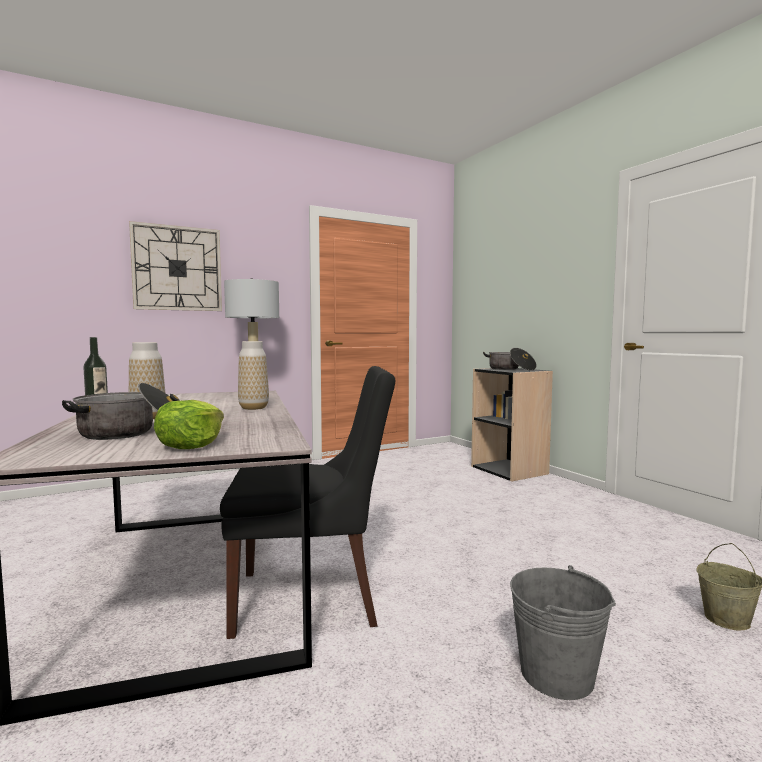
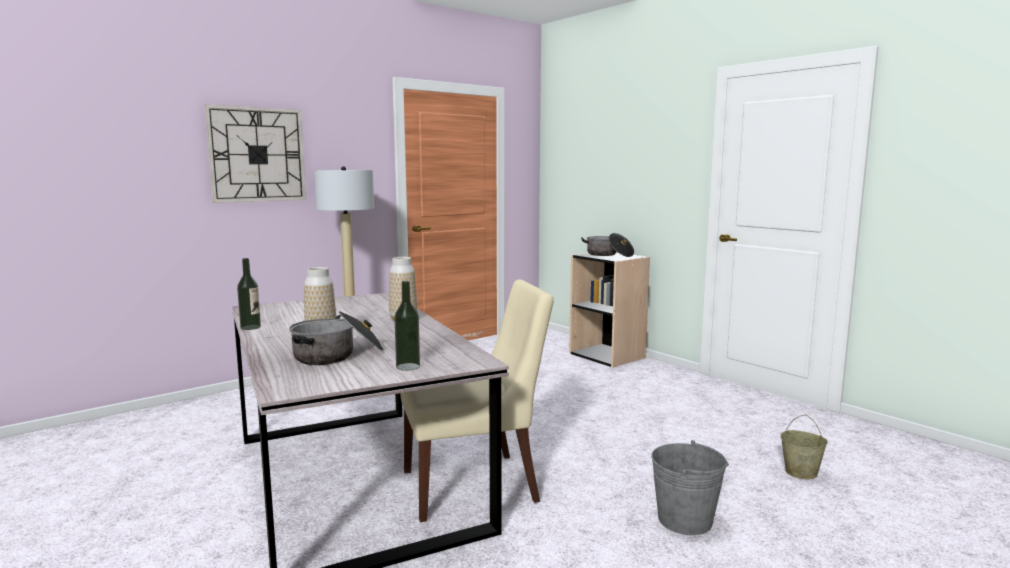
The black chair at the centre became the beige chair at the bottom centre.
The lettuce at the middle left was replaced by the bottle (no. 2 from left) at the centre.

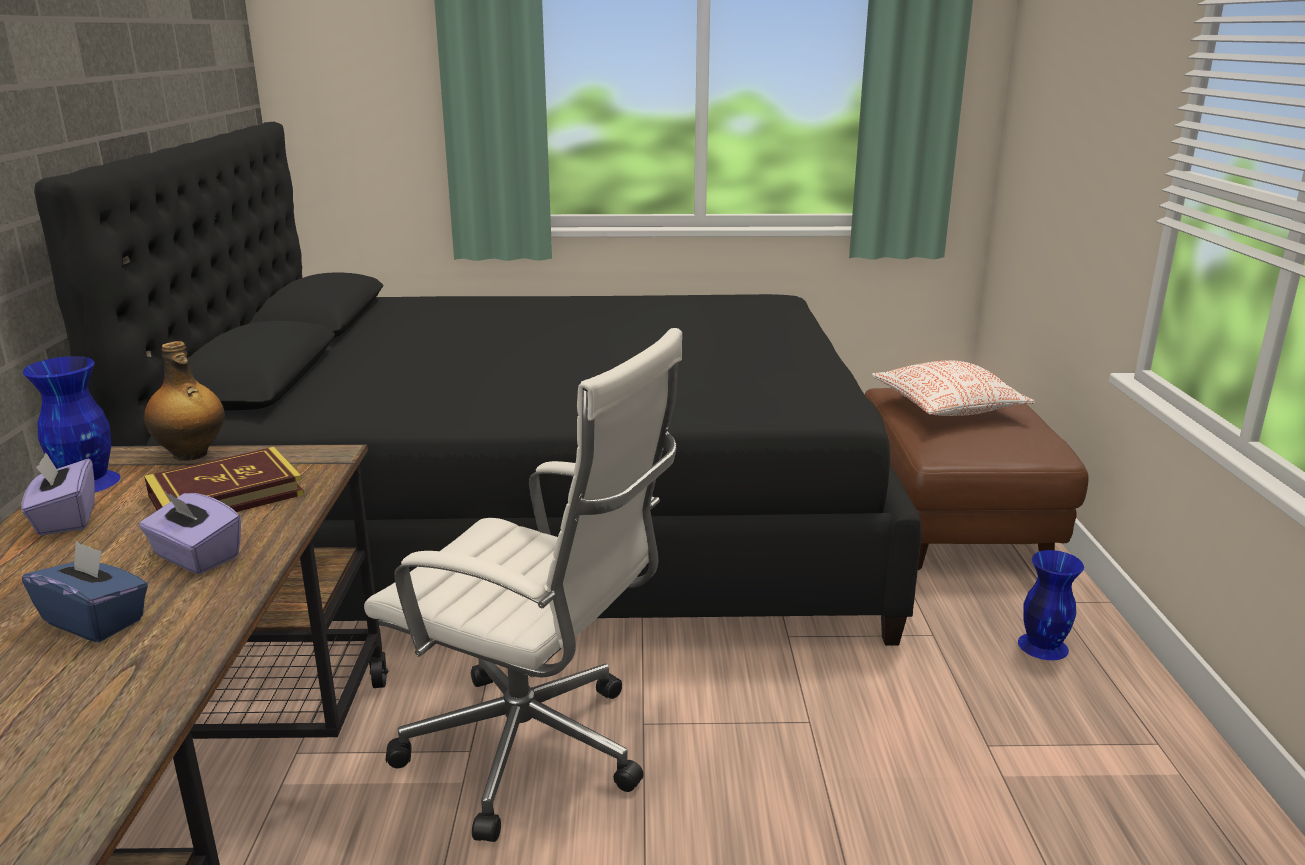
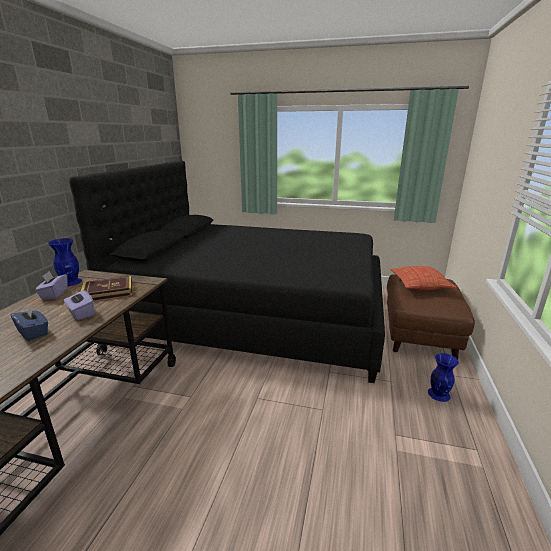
The white office chair at the bottom centre disappeared.
The bottle at the middle left disappeared.
The white pillow at the middle right became the orange pillow at the middle right.

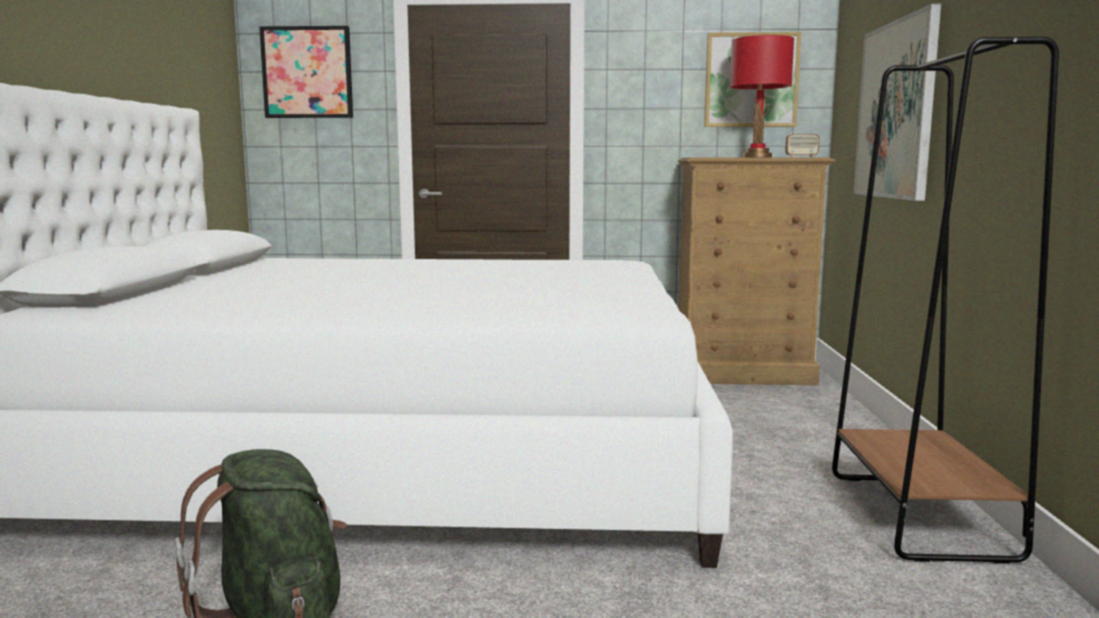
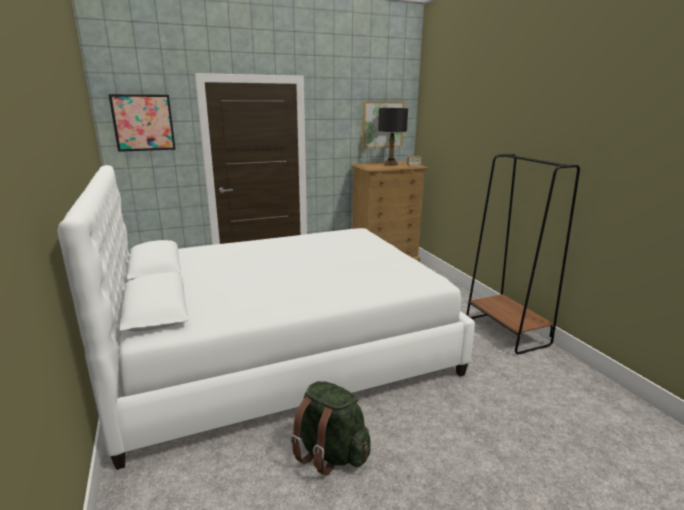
The picture (no. 3 from left) at the top right disappeared.
The red table lamp at the top right became the black table lamp at the top centre.

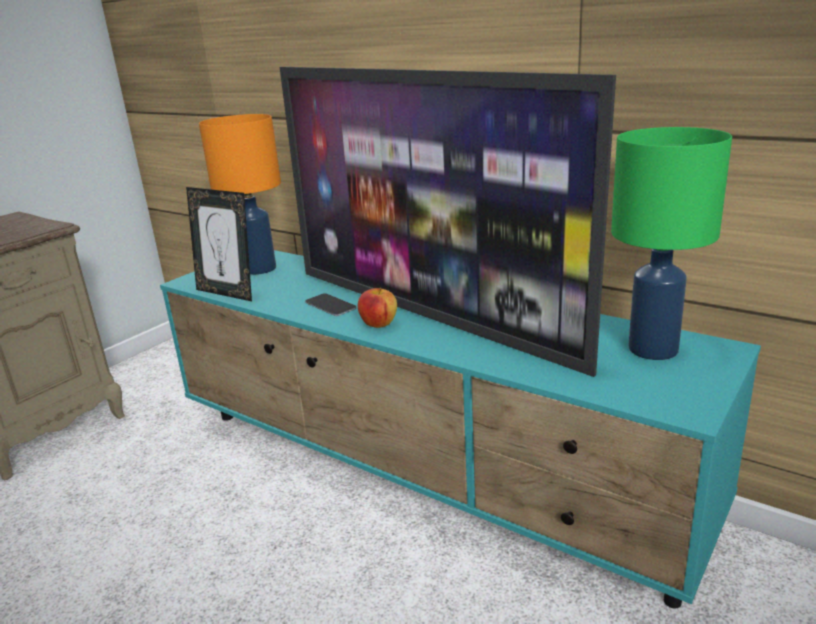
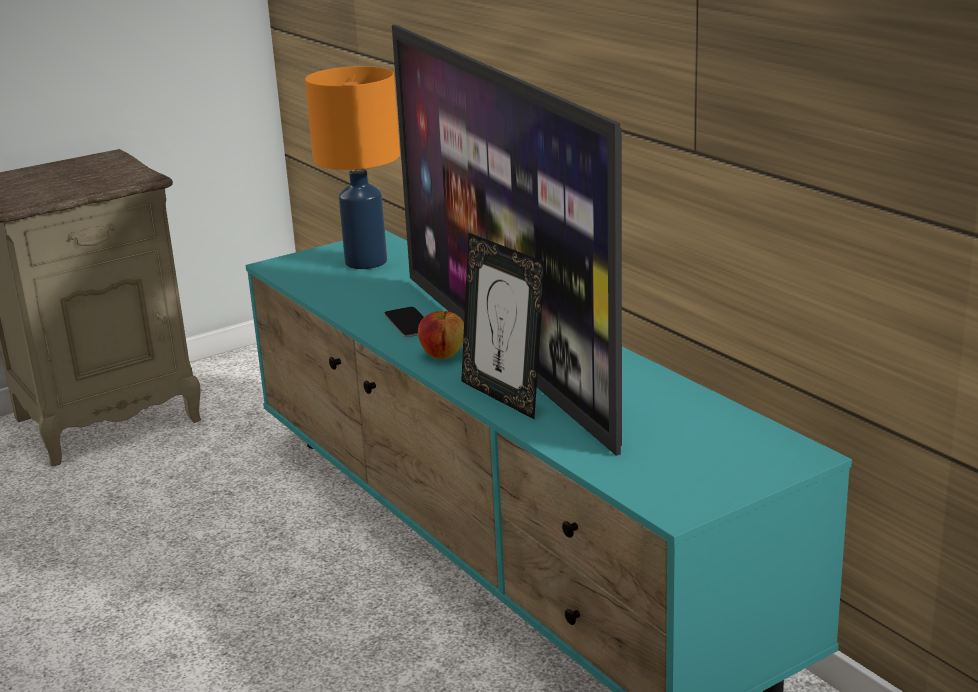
The green table lamp at the middle right disappeared.
The picture frame moved from the middle left to the centre.

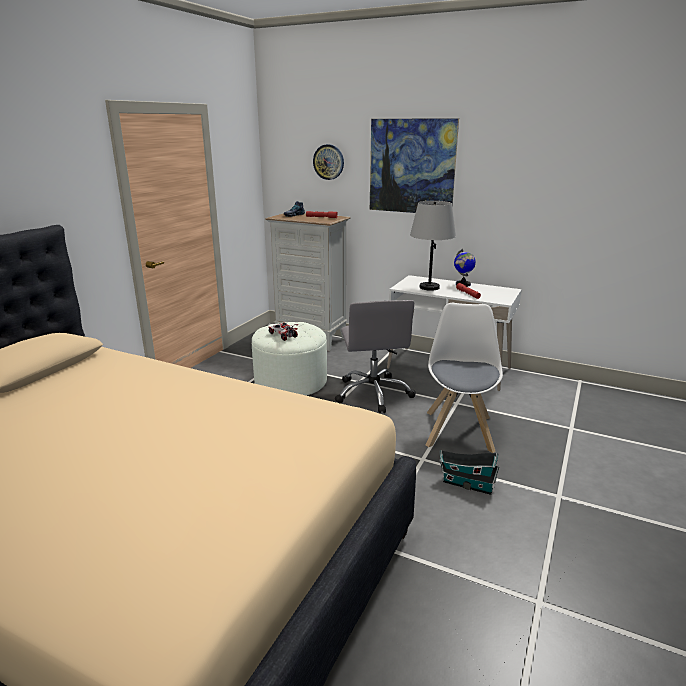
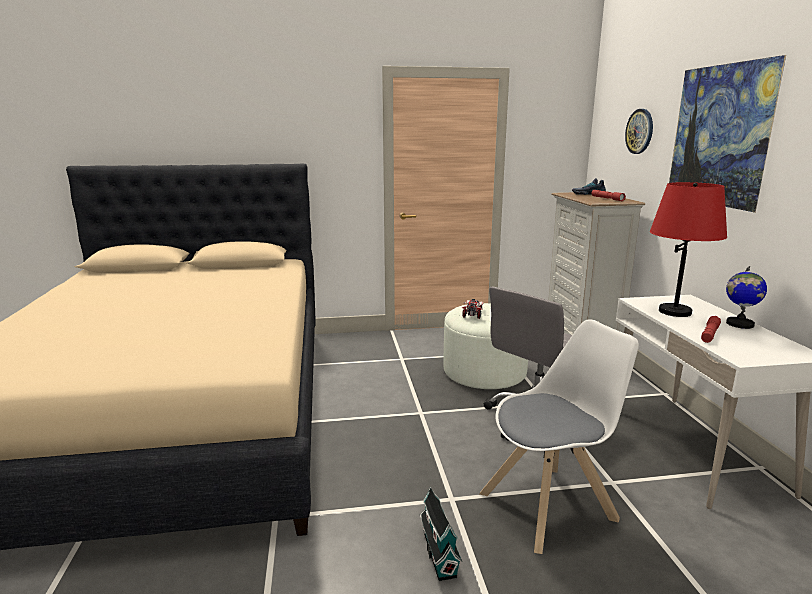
The grey table lamp at the centre became the red table lamp at the middle right.

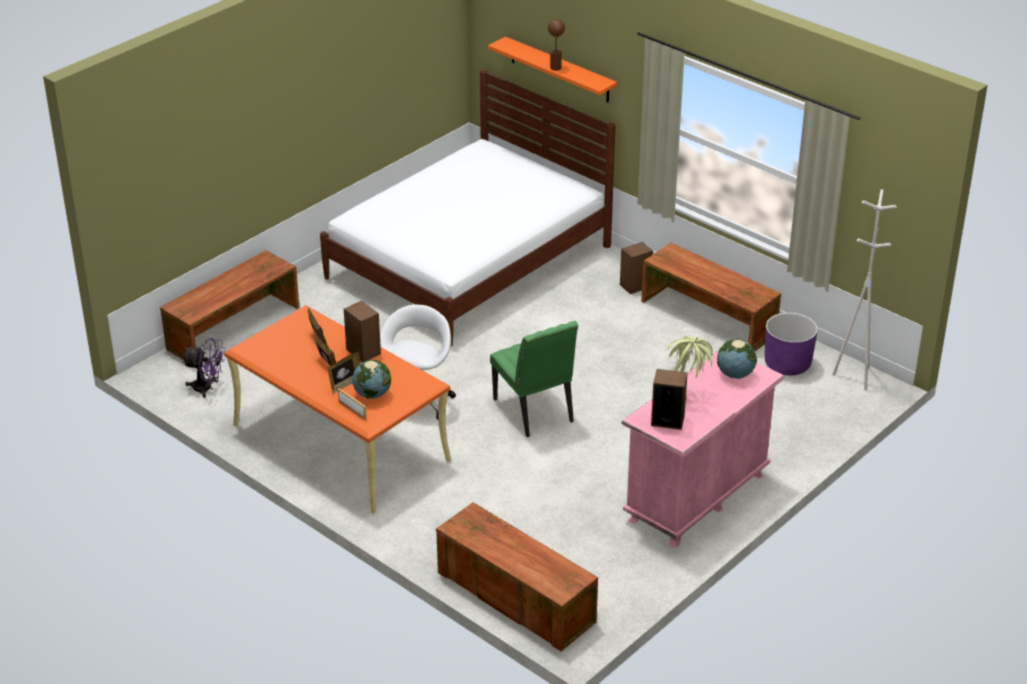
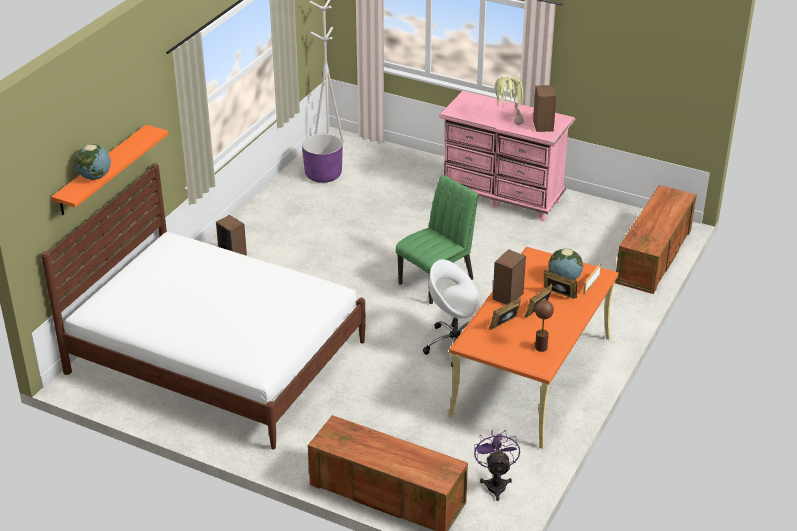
The brown table lamp moved from the top centre to the middle right.
The brown bench (no. 3 from left) at the middle right disappeared.
The globe (no. 2 from left in the first image) moved from the middle right to the top left.

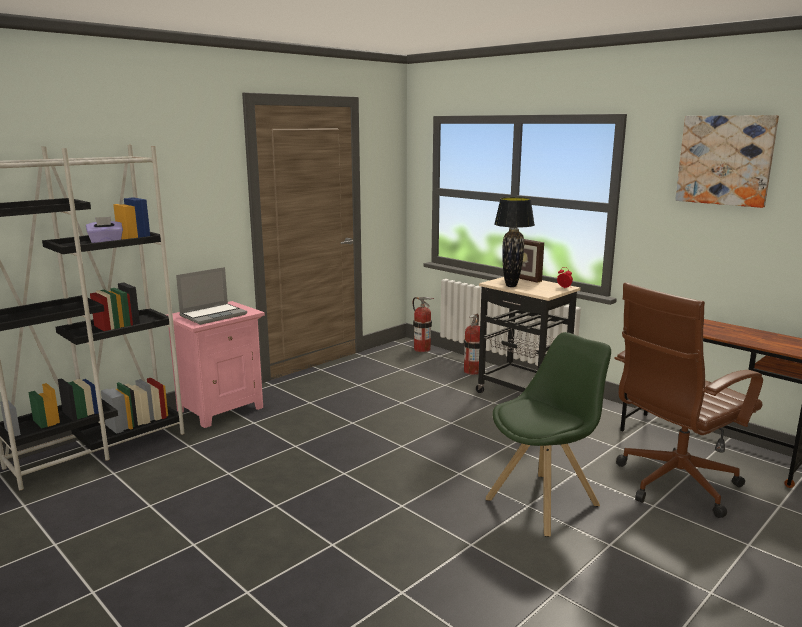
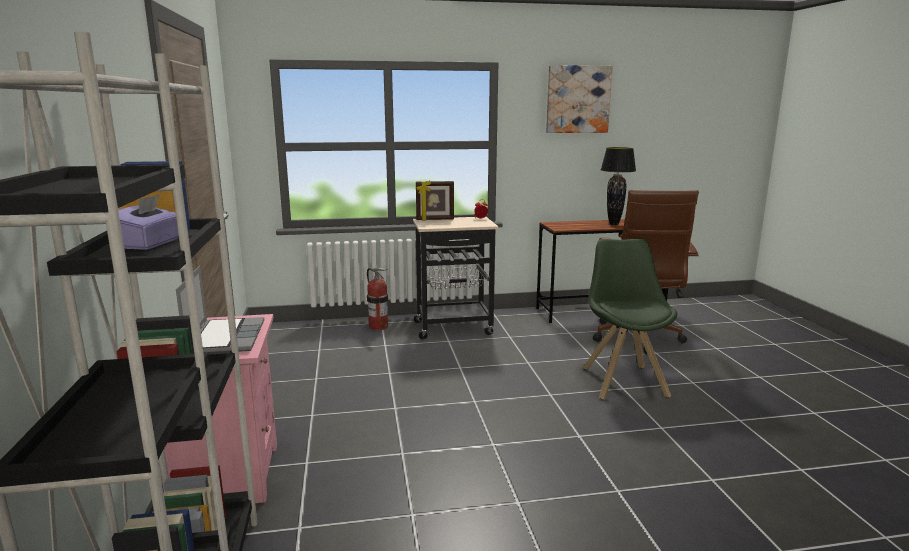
The black table lamp moved from the centre to the middle right.
The fire extinguisher (no. 1 from left) at the centre disappeared.

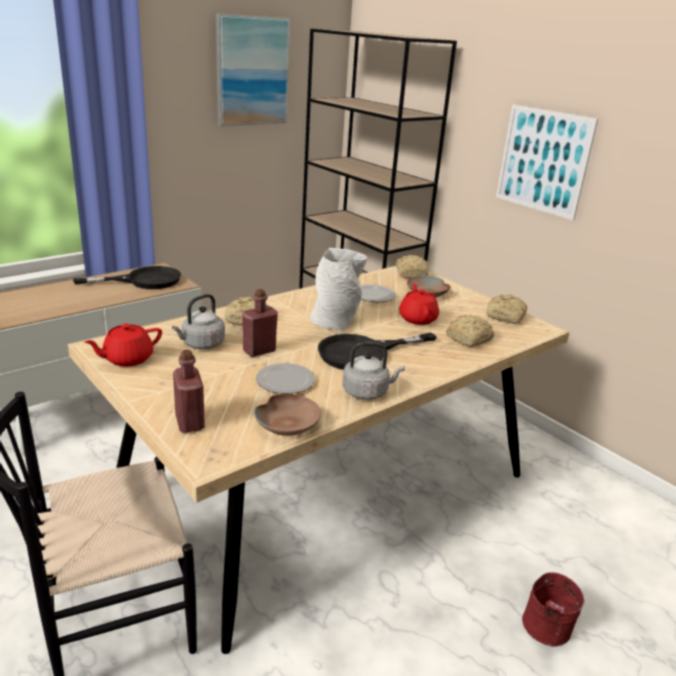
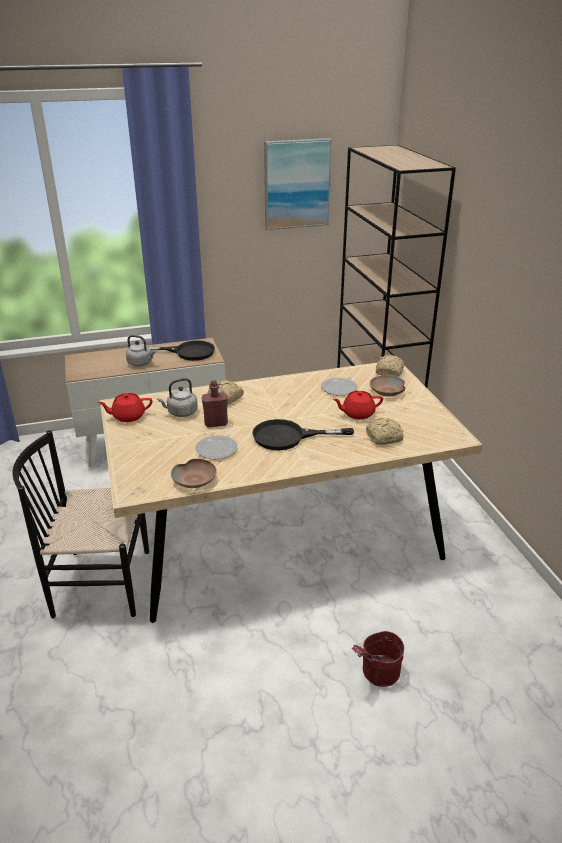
The picture (no. 2 from left) at the top right disappeared.
The grey vase at the centre disappeared.
The red teapot (no. 2 from left) at the centre turned 120 degrees counterclockwise.
The bread (no. 4 from left) at the middle right disappeared.
The grey kettle (no. 2 from left in the first image) moved from the centre to the middle left.
The red bottle (no. 1 from left) at the middle left disappeared.

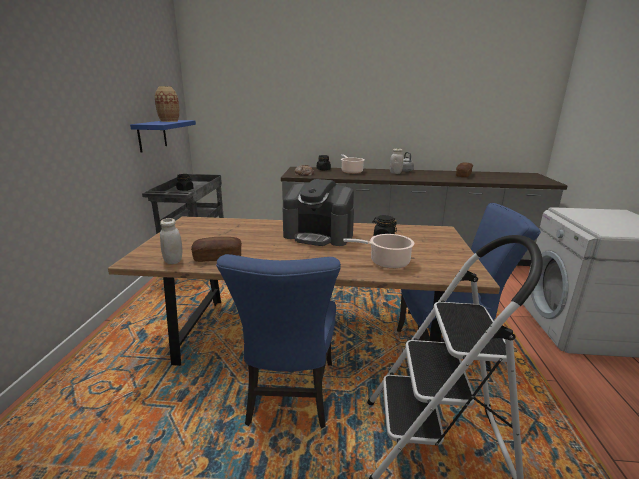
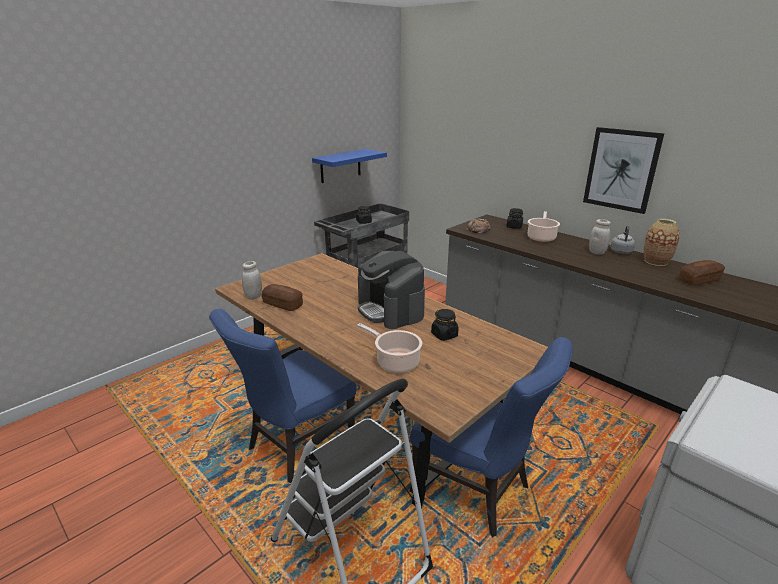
The vase moved from the top left to the middle right.
The picture at the top right appeared.

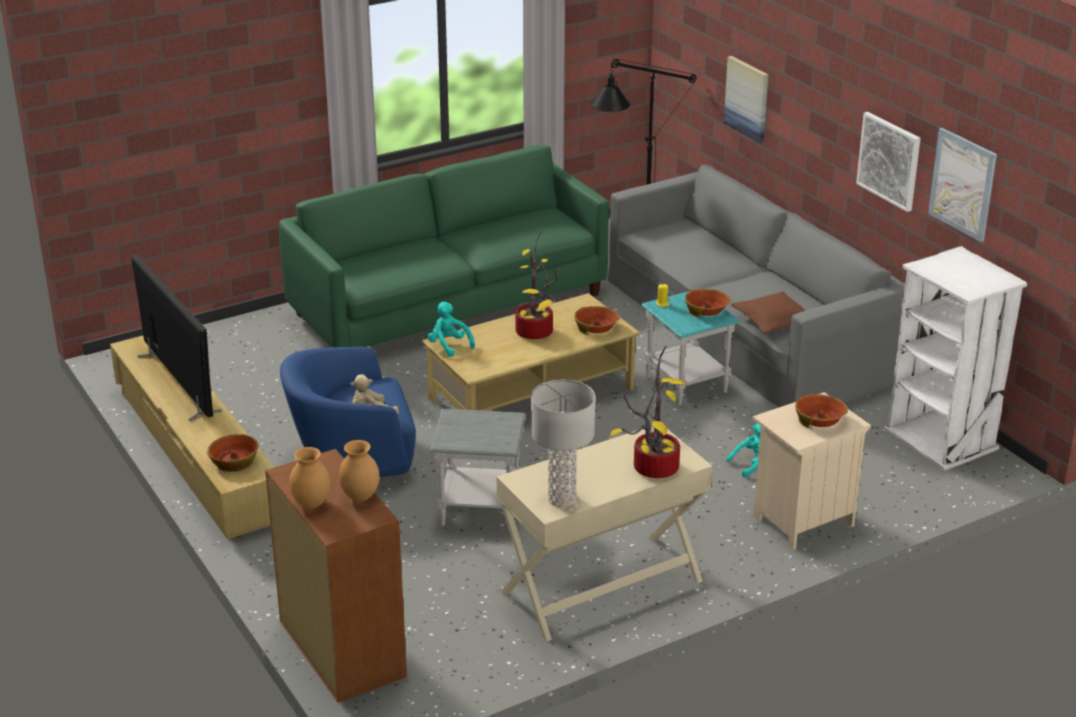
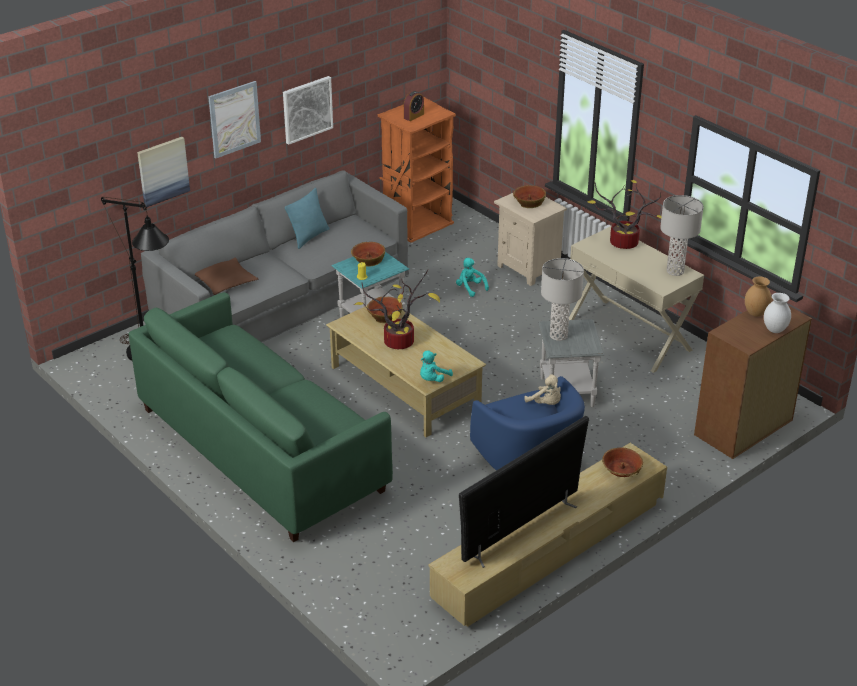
The picture (no. 3 from left in the first image) moved from the top right to the top left.
The white bookcase at the middle right became the orange bookcase at the top centre.
The brown pillow moved from the middle right to the middle left.
The brown vase (no. 1 from left) at the bottom left became the white vase at the middle right.
The alarm clock at the top centre appeared.
The turquoise pillow at the top centre appeared.
The white table lamp (no. 1 from left) at the centre appeared.

